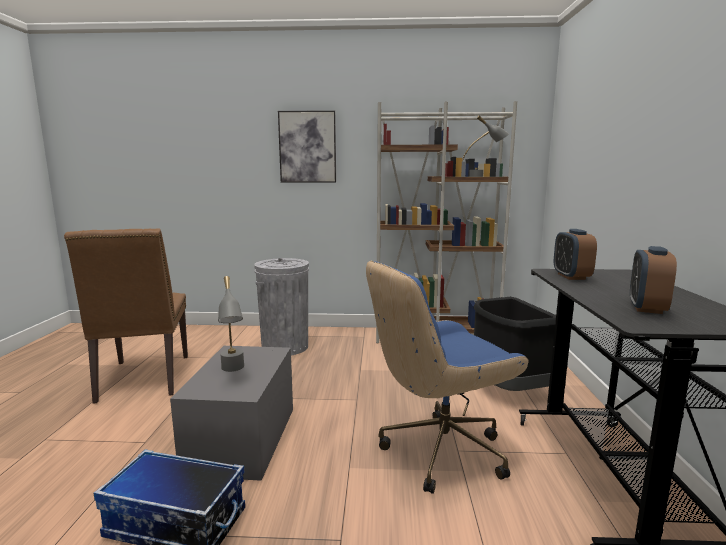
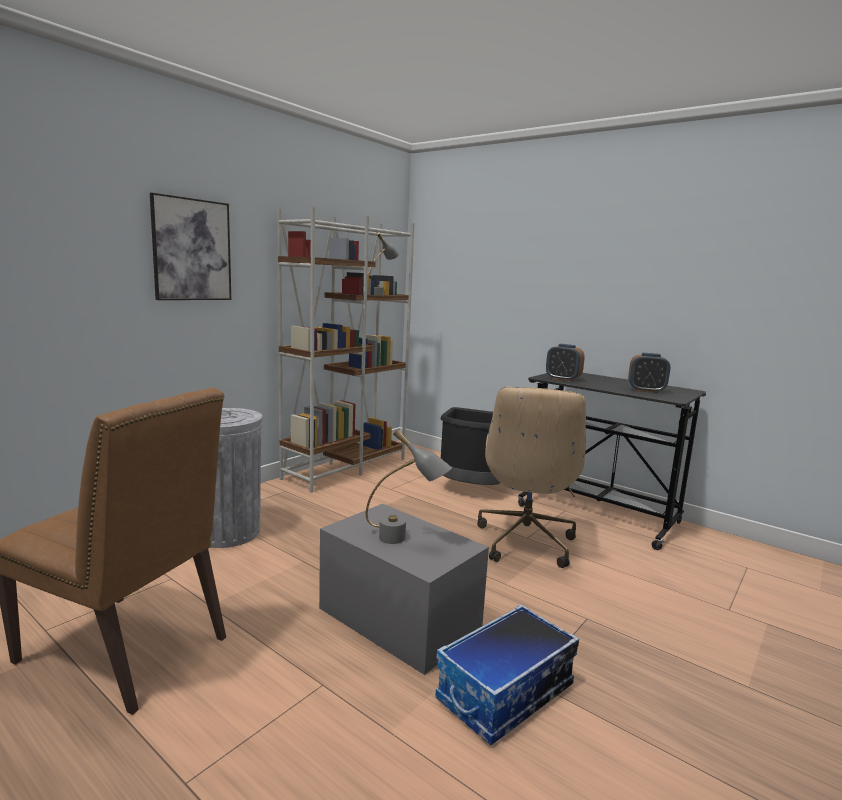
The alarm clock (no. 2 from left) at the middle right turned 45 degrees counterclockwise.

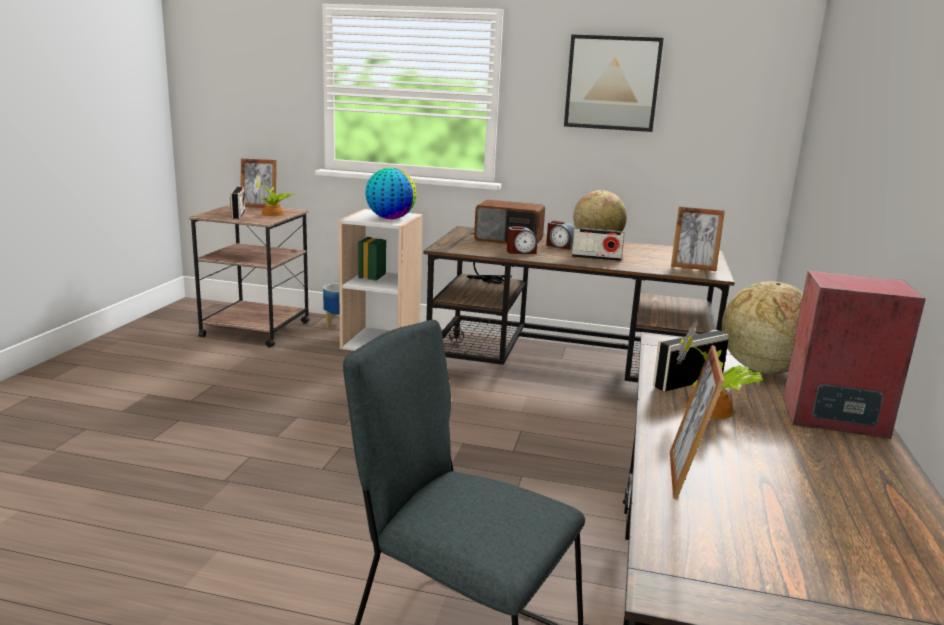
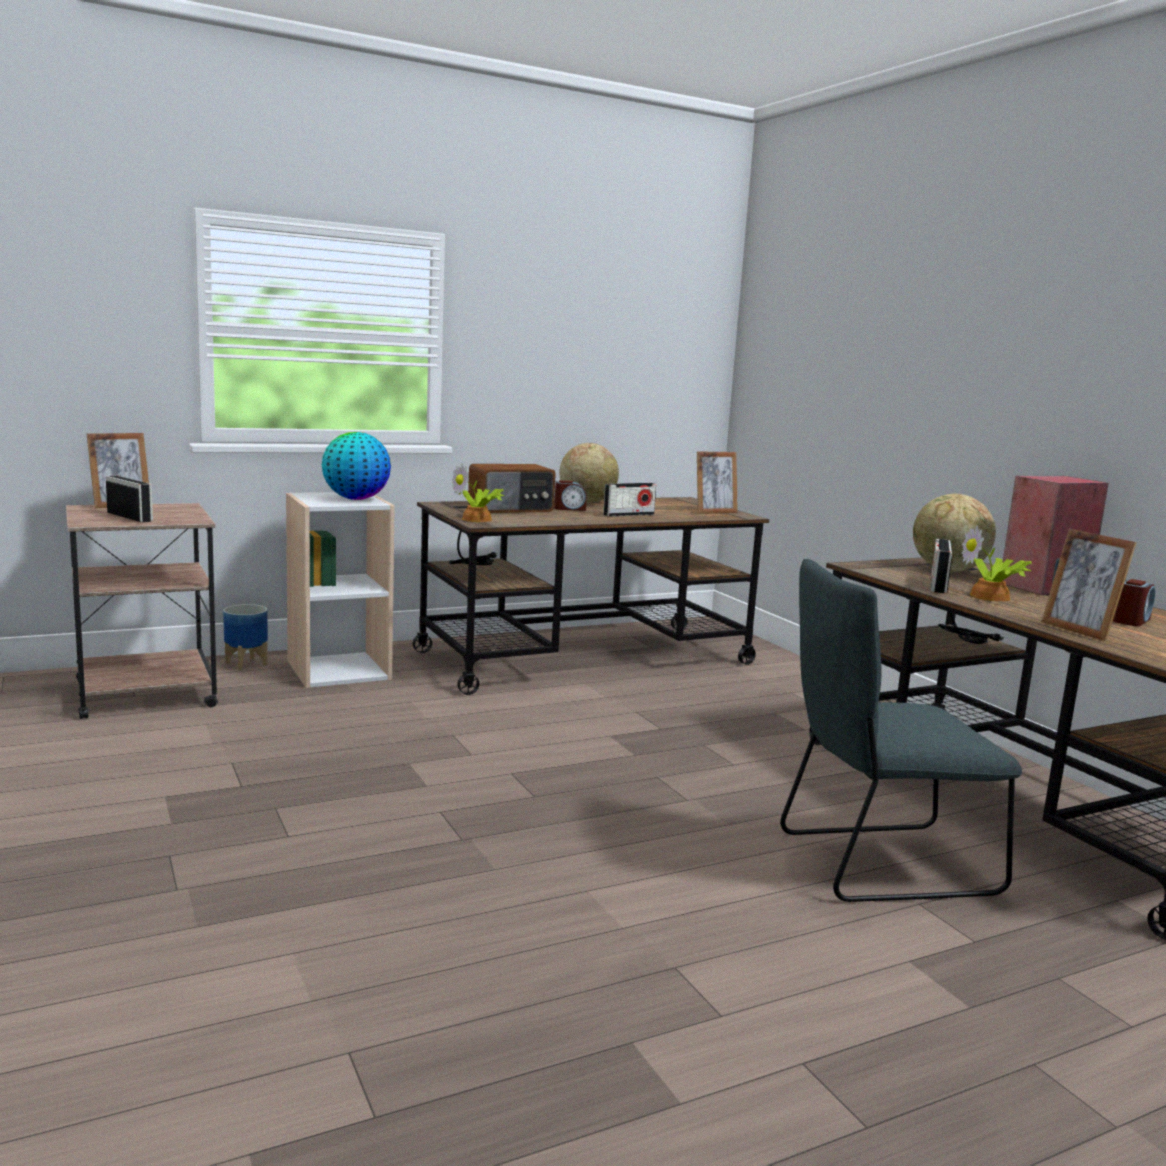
The picture at the top centre disappeared.
The potted plant (no. 1 from left) moved from the top left to the centre.
The alarm clock (no. 1 from left in the first image) moved from the centre to the middle right.

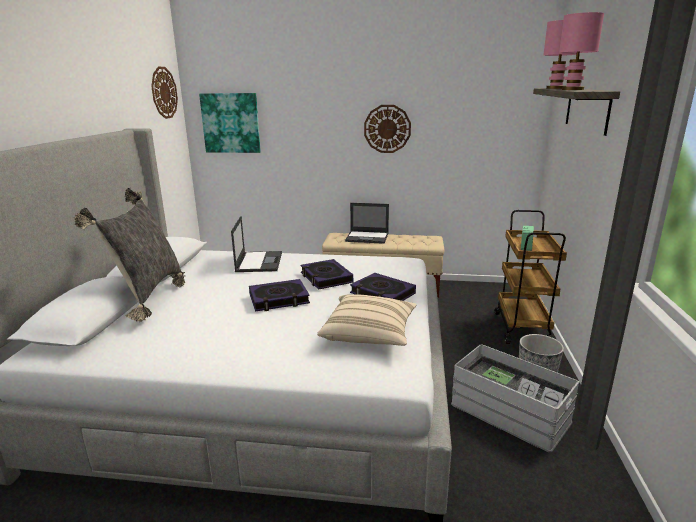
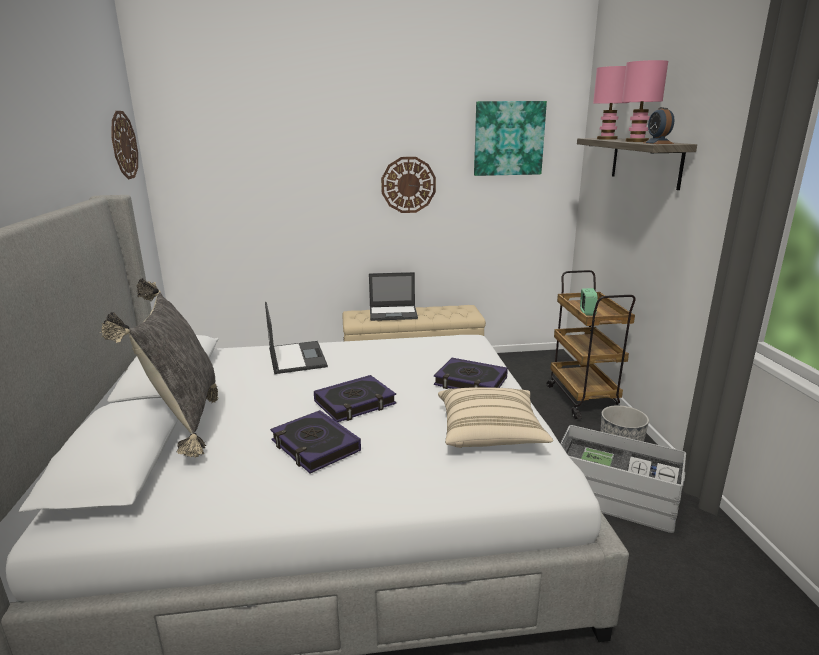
The picture moved from the top left to the top centre.
The book (no. 2 from left in the first image) moved from the centre to the bottom centre.
The alarm clock (no. 2 from left) at the top right appeared.

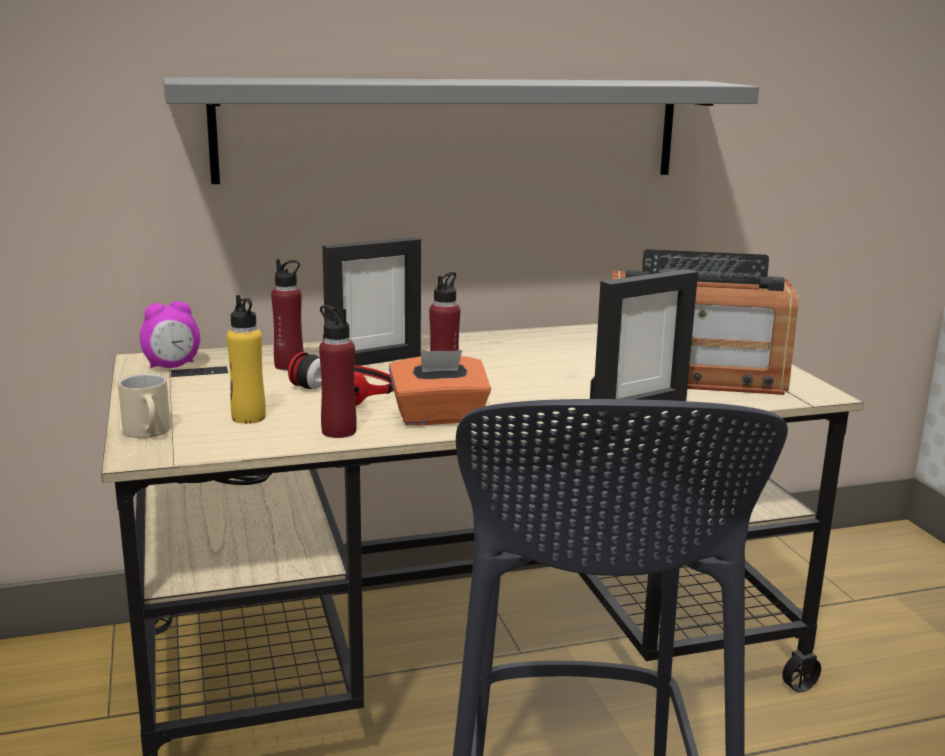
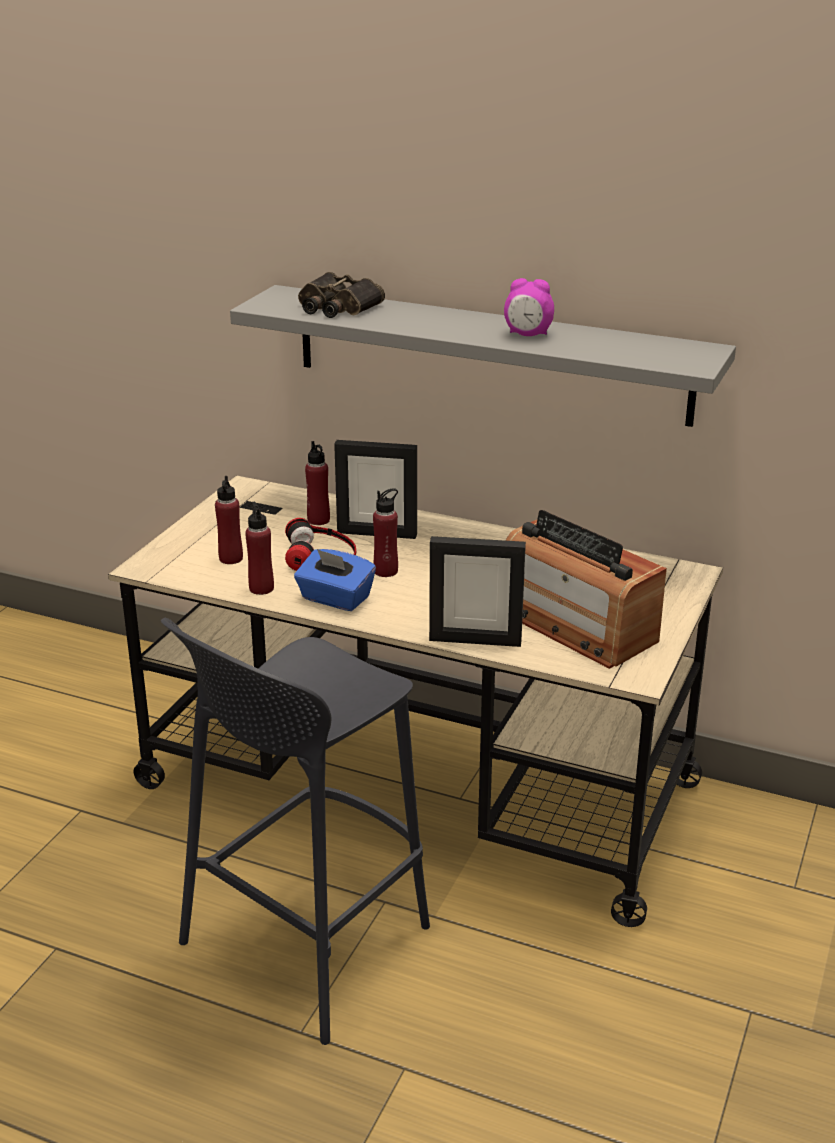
The yellow bottle at the middle left became the red bottle (no. 1 from left) at the middle left.
The alarm clock moved from the middle left to the top centre.
The orange tissue box at the centre became the blue tissue box at the centre.
The beige mug at the middle left disappeared.
The binoculars at the top centre appeared.

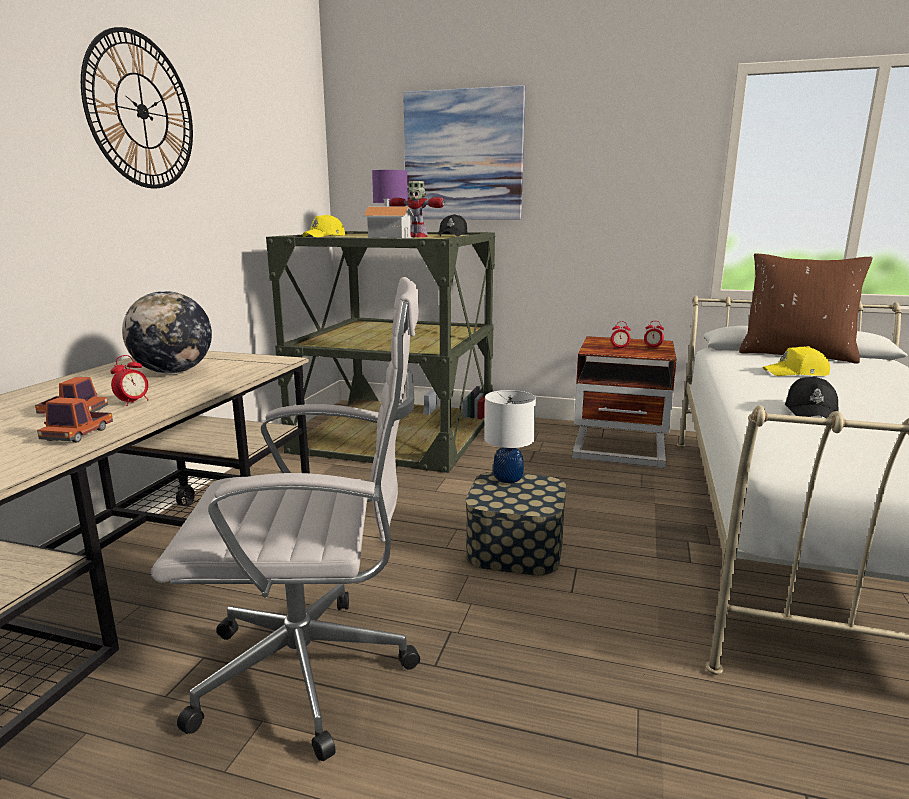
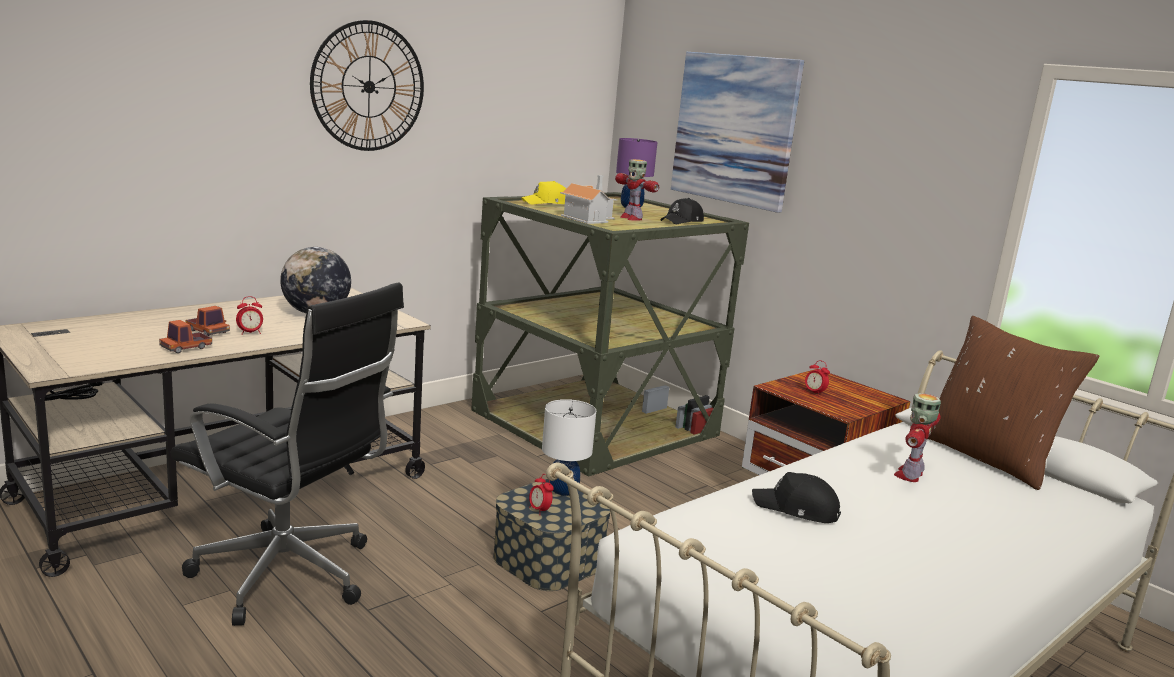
The white office chair at the middle left became the black office chair at the bottom left.
The alarm clock (no. 3 from left in the first image) moved from the middle right to the bottom centre.
The yellow cap (no. 2 from left) at the middle right was replaced by the toy robot (no. 2 from left) at the middle right.
The black cap (no. 2 from left) at the middle right turned 60 degrees clockwise.

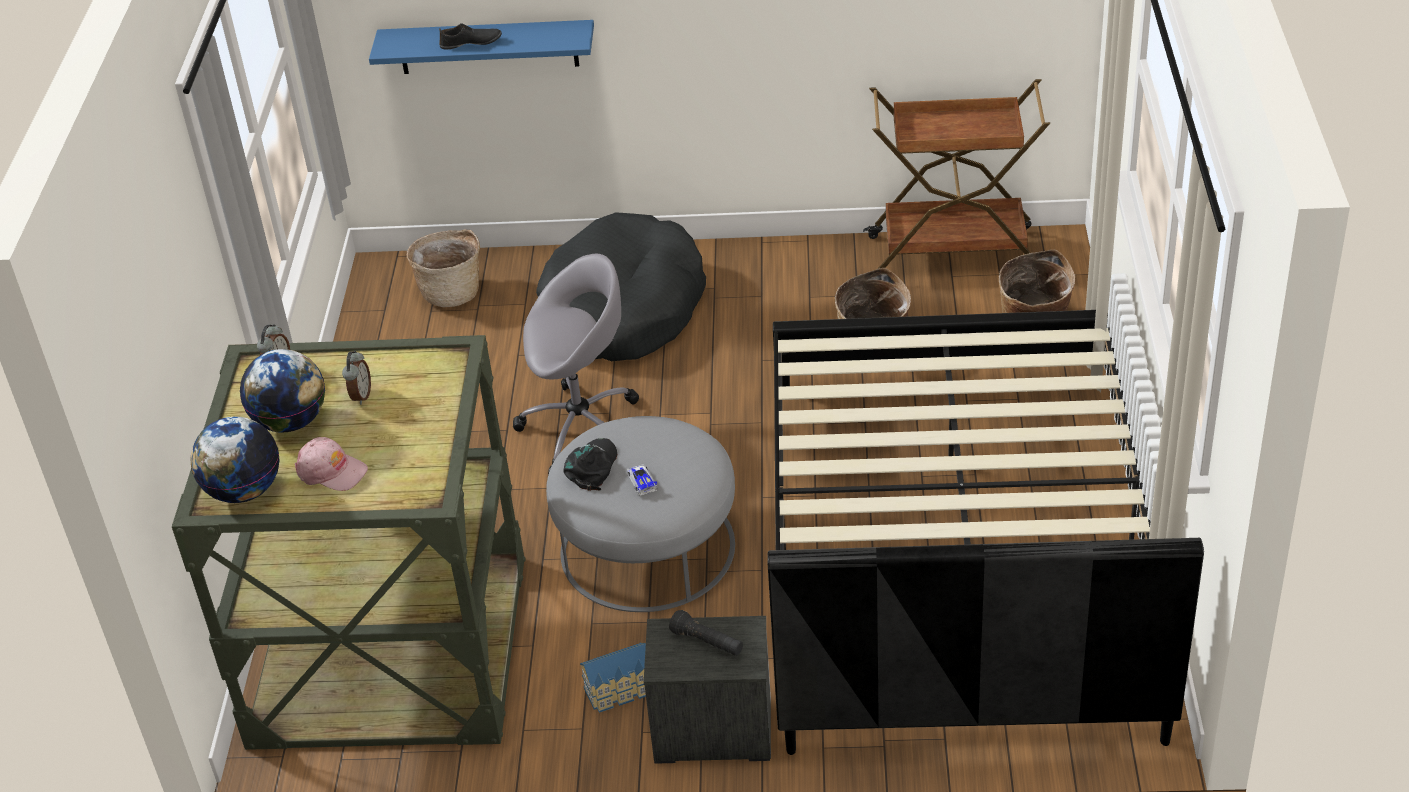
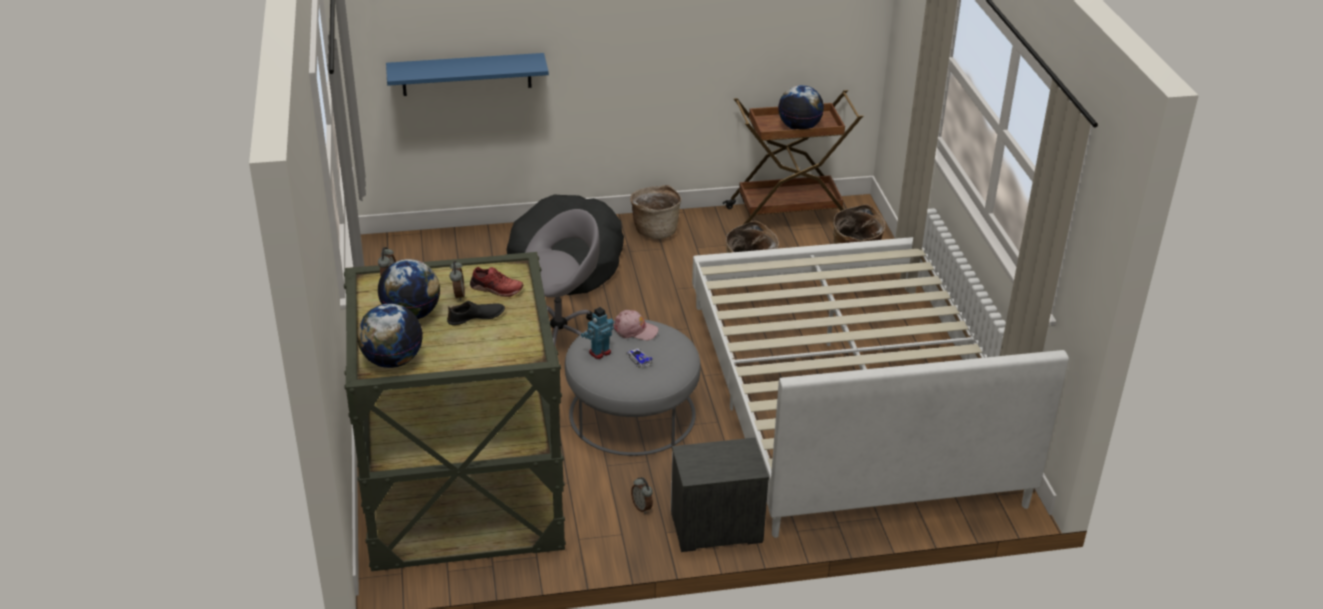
The black shoe moved from the top centre to the centre.
The basket (no. 1 from left) moved from the middle left to the centre.
The black bed at the bottom right became the white bed at the centre.
The pink cap moved from the middle left to the centre.
The black cap at the centre was replaced by the toy robot at the centre.
The black flashlight at the bottom centre disappeared.
The toy house at the bottom centre was replaced by the alarm clock (no. 3 from left) at the bottom centre.
The globe (no. 3 from left) at the top centre appeared.
The red shoe at the centre appeared.

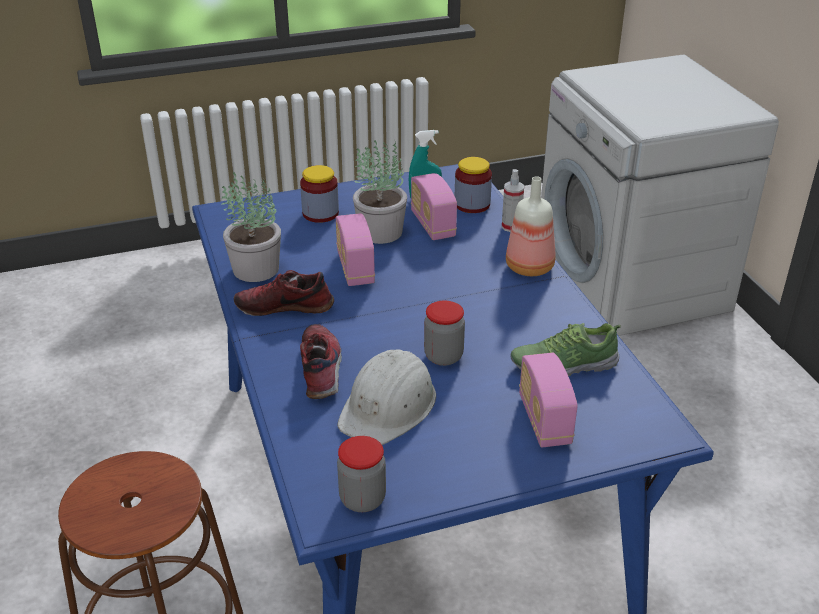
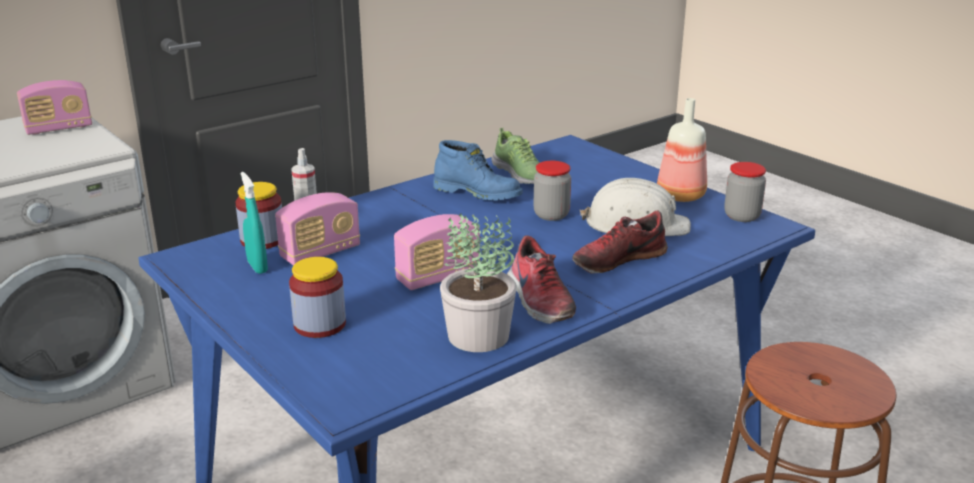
The potted plant (no. 2 from left) at the top centre disappeared.
The bottle moved from the centre to the top right.
The radio (no. 3 from left in the first image) moved from the middle right to the top left.
The blue boot at the centre appeared.

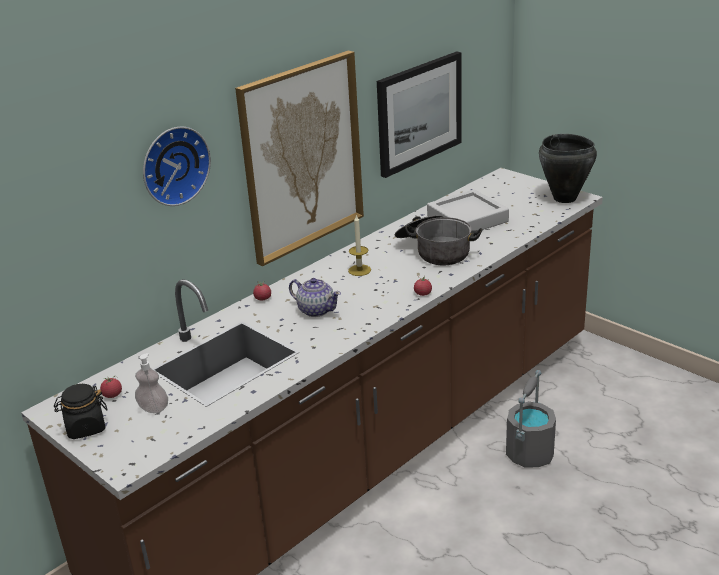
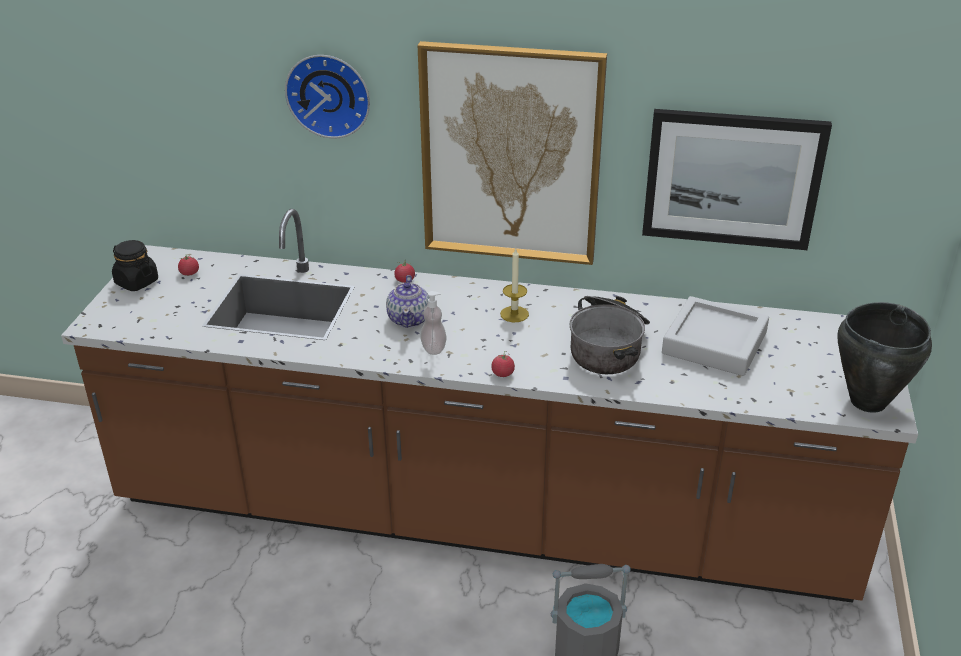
The soap dispenser moved from the middle left to the centre.

